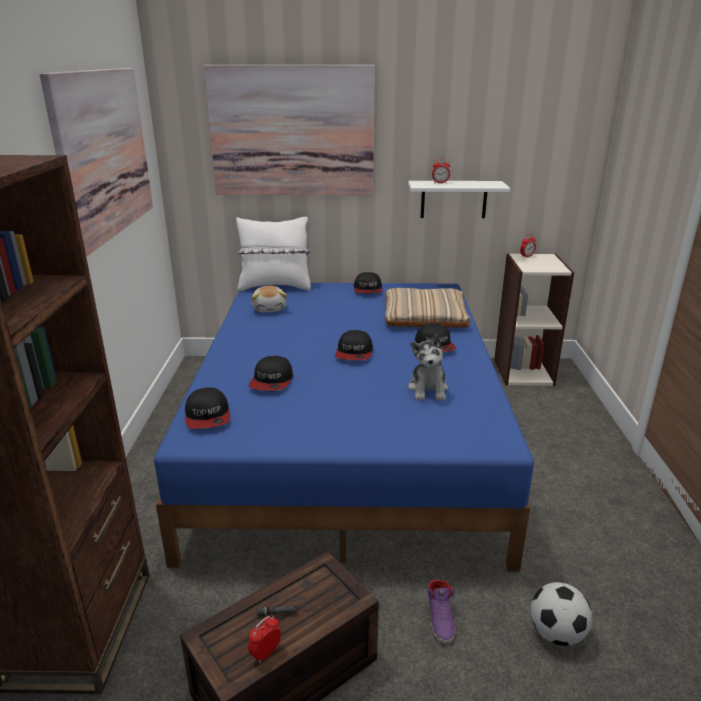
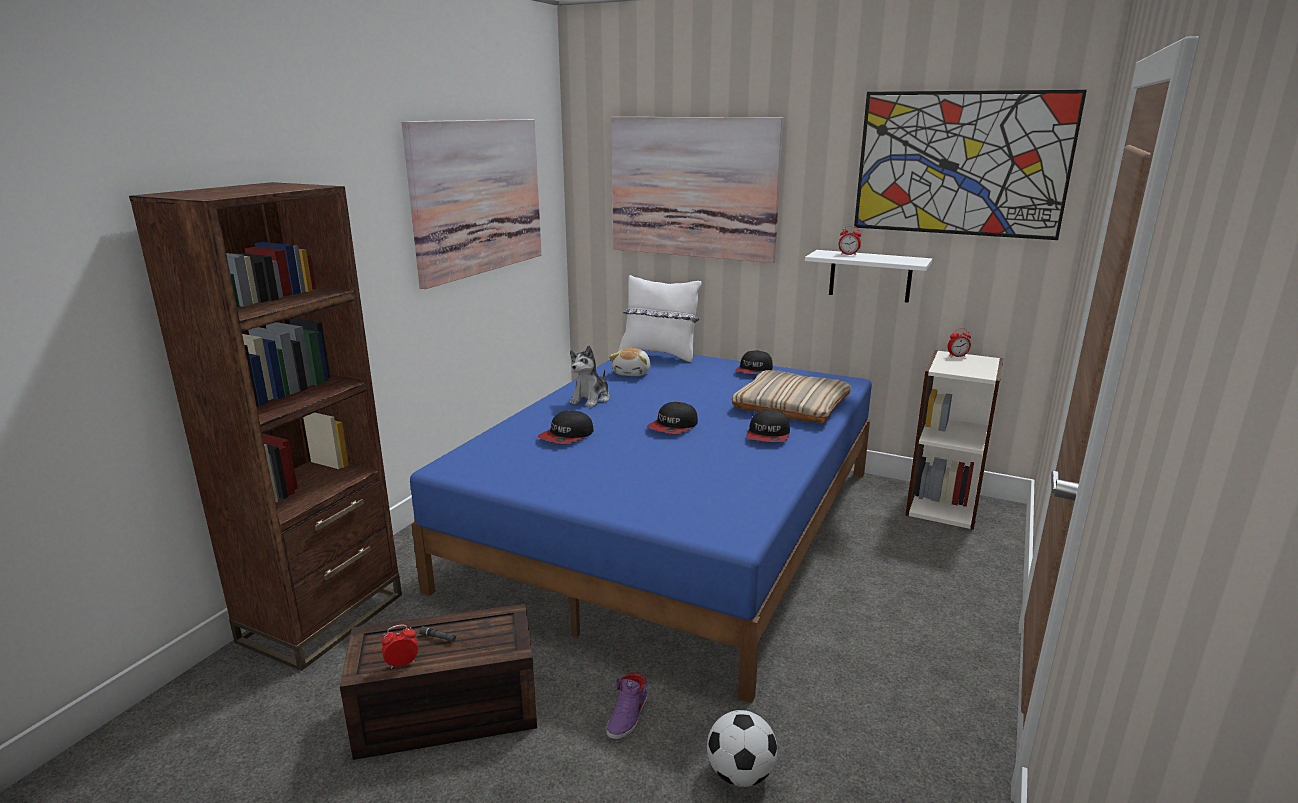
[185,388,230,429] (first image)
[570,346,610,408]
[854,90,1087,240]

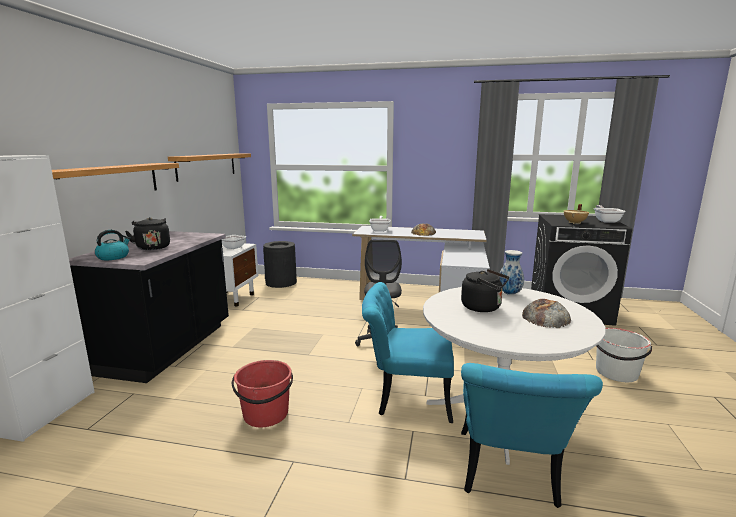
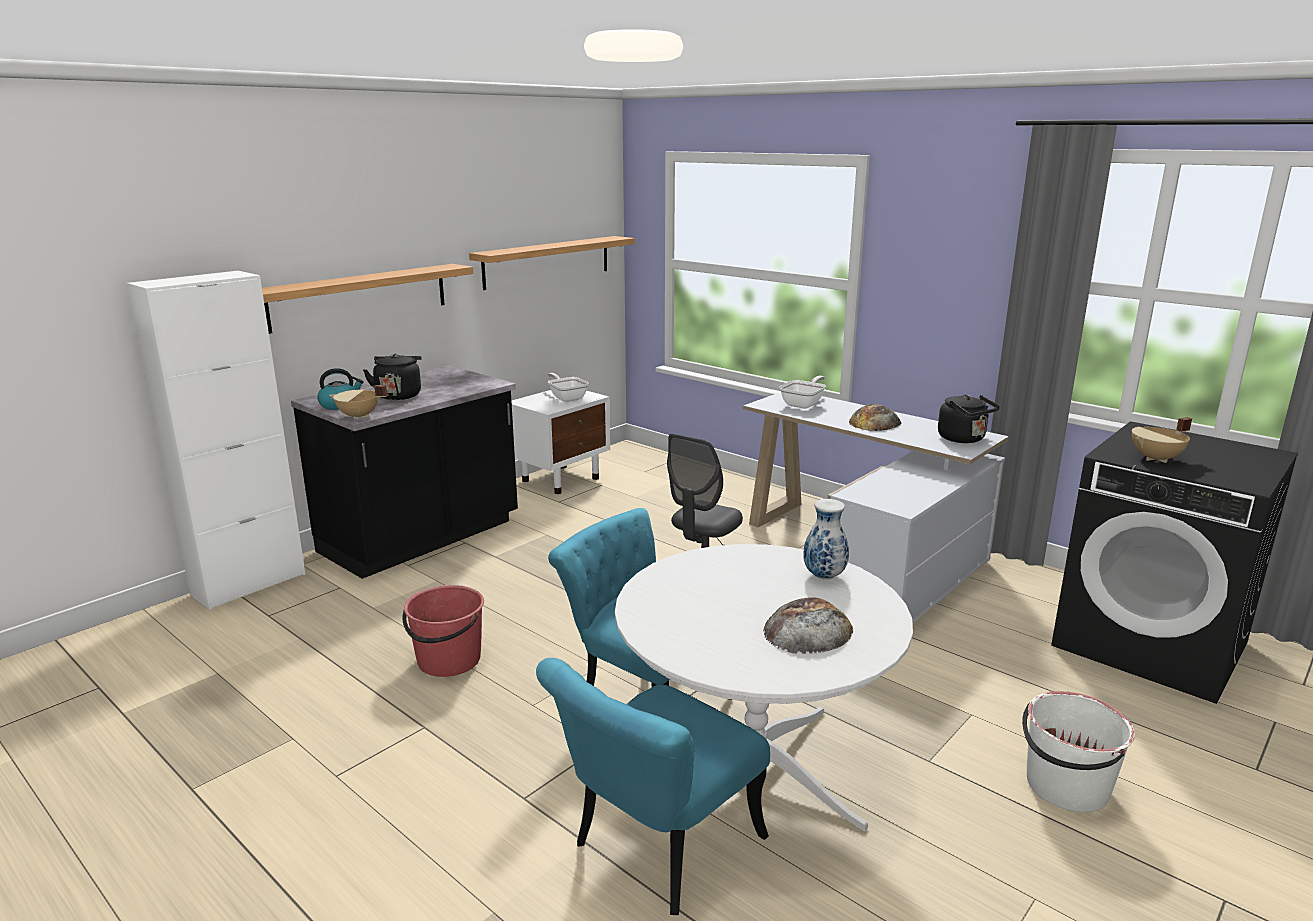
[263,241,297,288] (first image)
[938,395,1000,443]
[594,205,625,223] (first image)
[329,385,388,420]

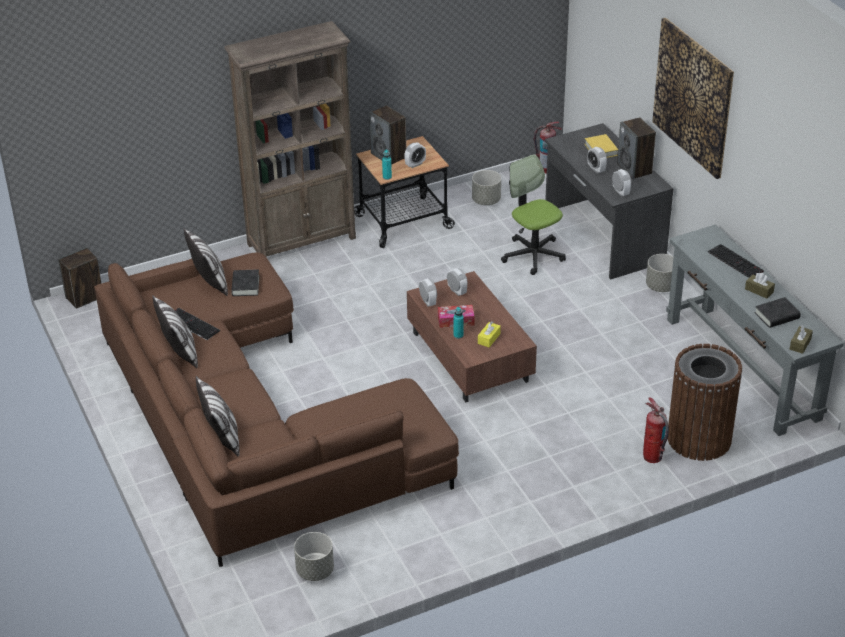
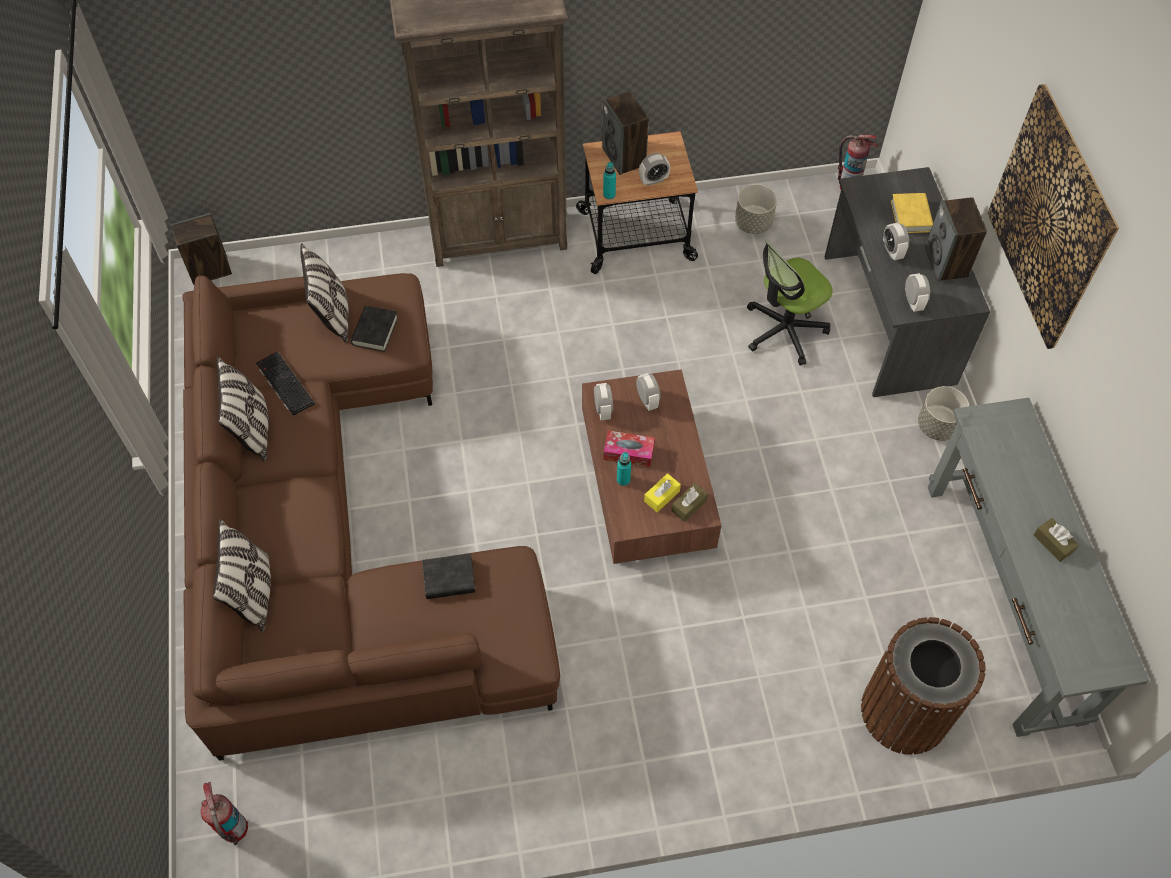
[294,532,334,581] (first image)
[747,241,832,366]
[201,782,248,845]
[708,244,764,278] (first image)
[422,553,476,599]
[671,483,708,522]

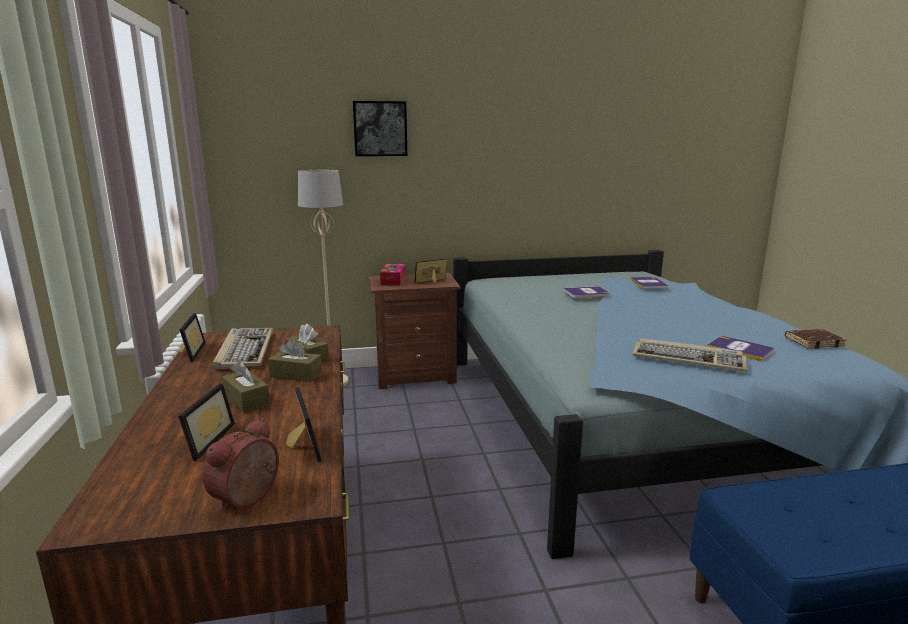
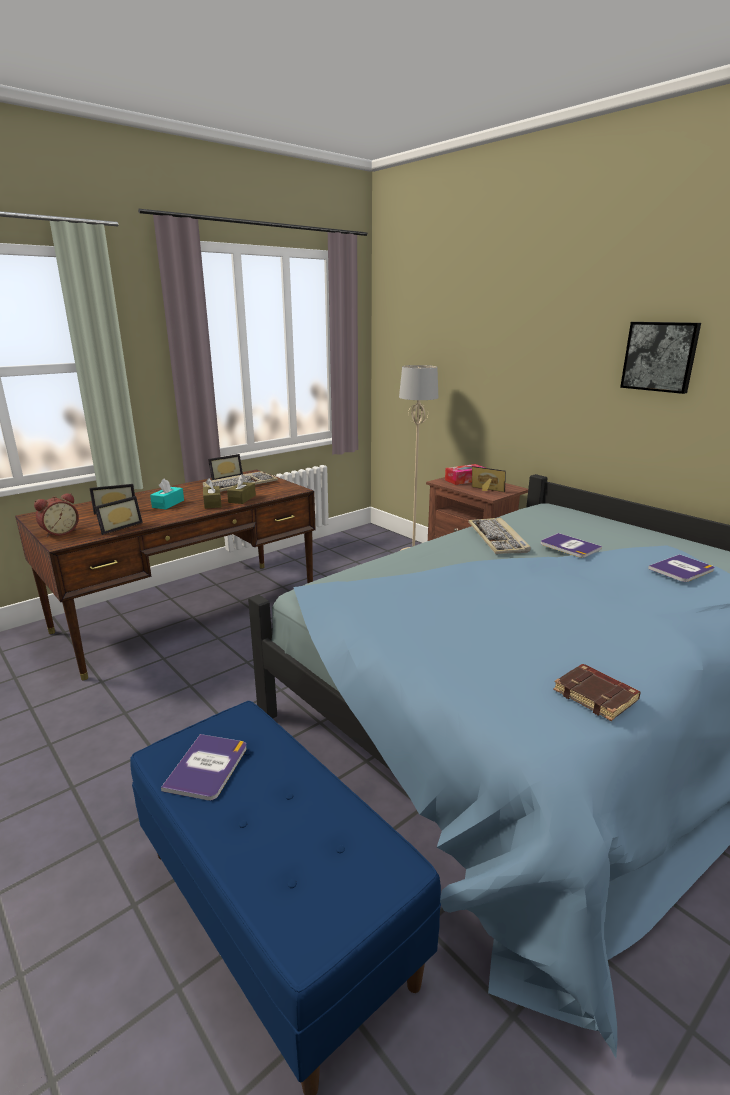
[34,493,79,537]
[150,478,184,510]
[620,322,701,394]
[468,518,531,554]
[161,734,247,801]

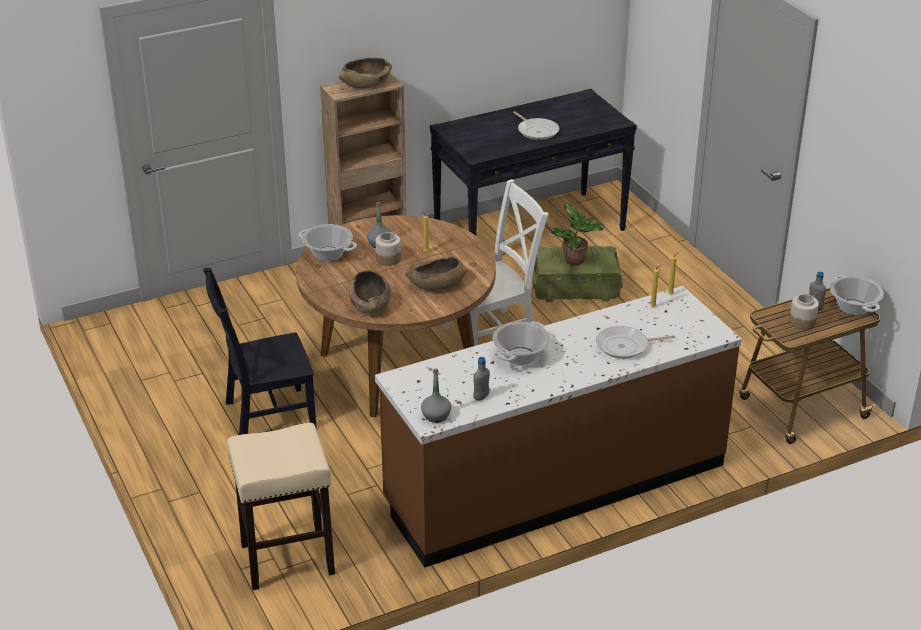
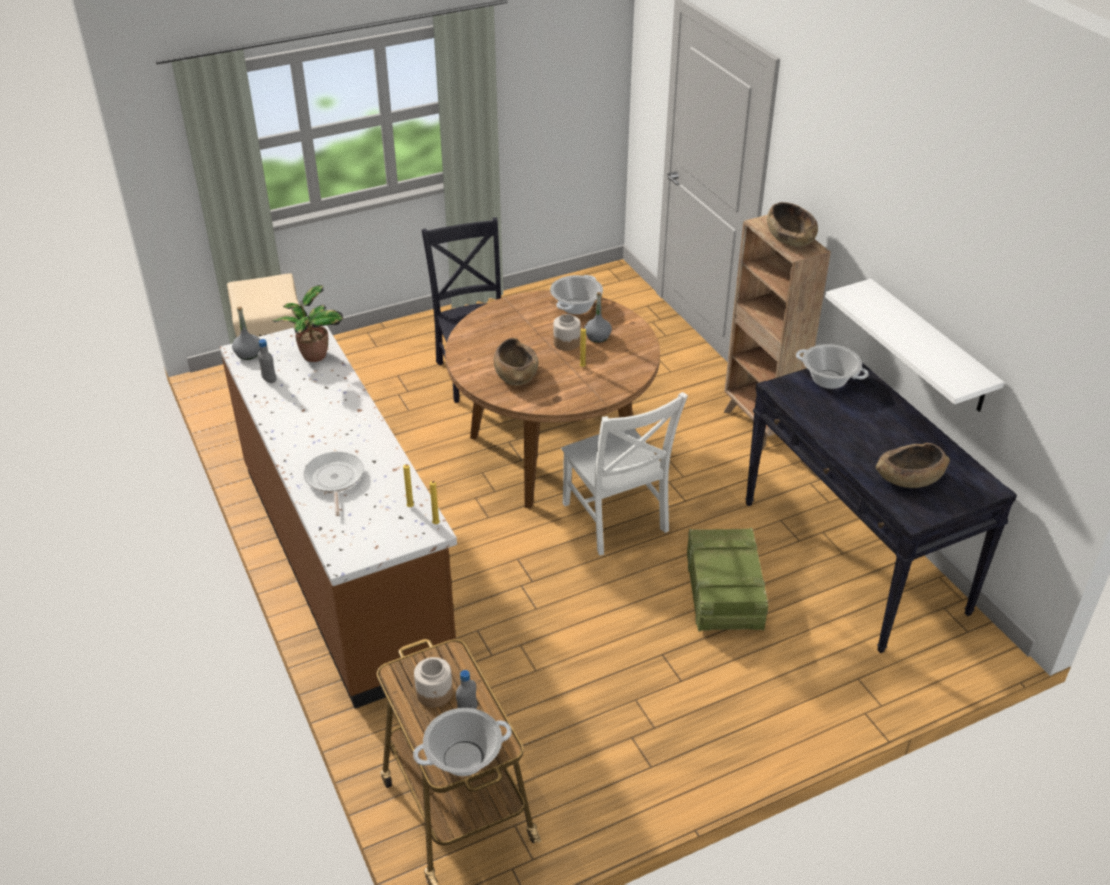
[876,443,950,488]
[796,344,869,389]
[513,111,559,140] (first image)
[272,285,344,362]
[825,279,1004,412]

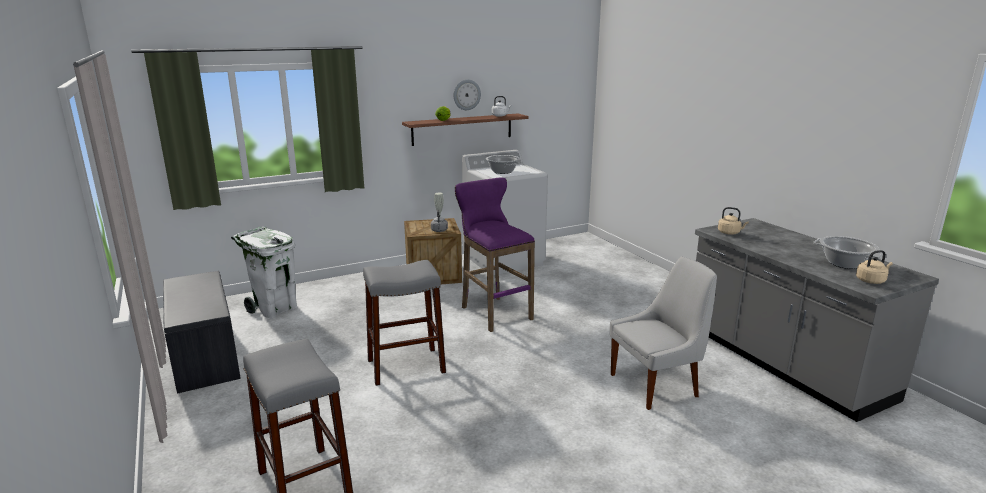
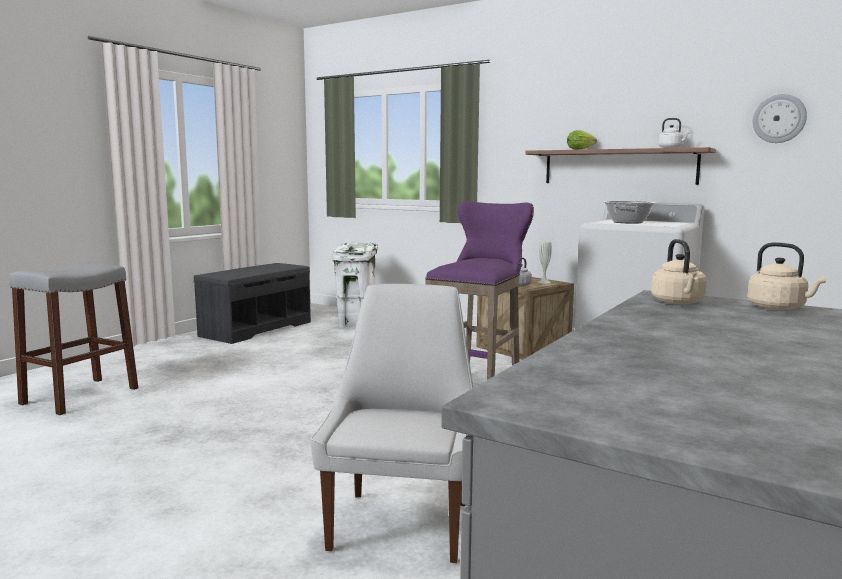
[363,260,446,386] (first image)
[753,94,807,143]
[311,284,473,563]
[813,236,883,269] (first image)
[747,242,827,310]

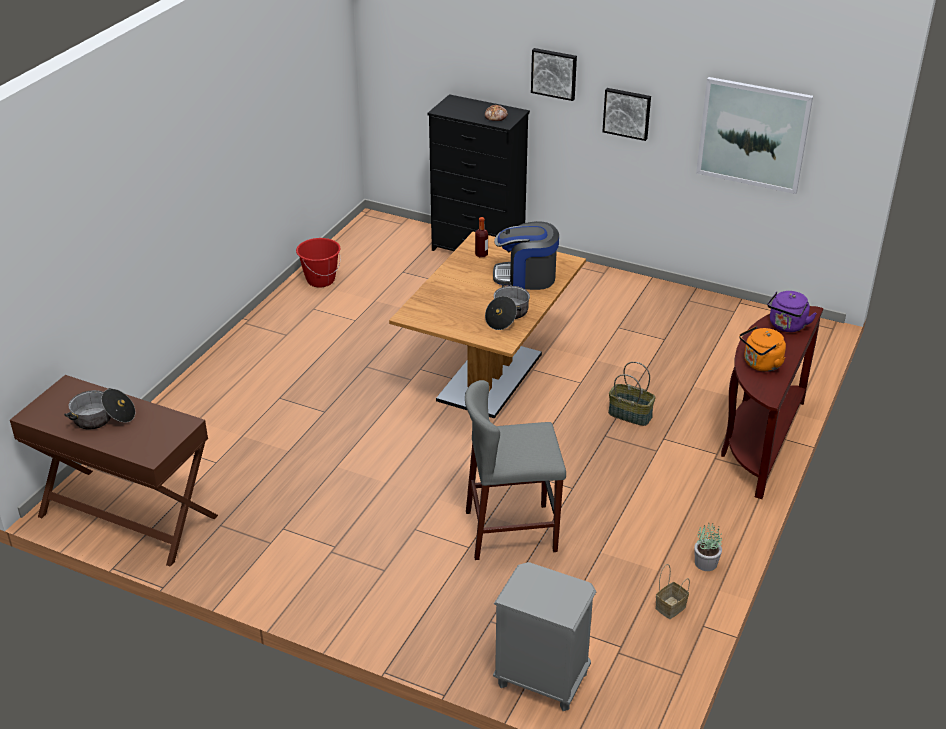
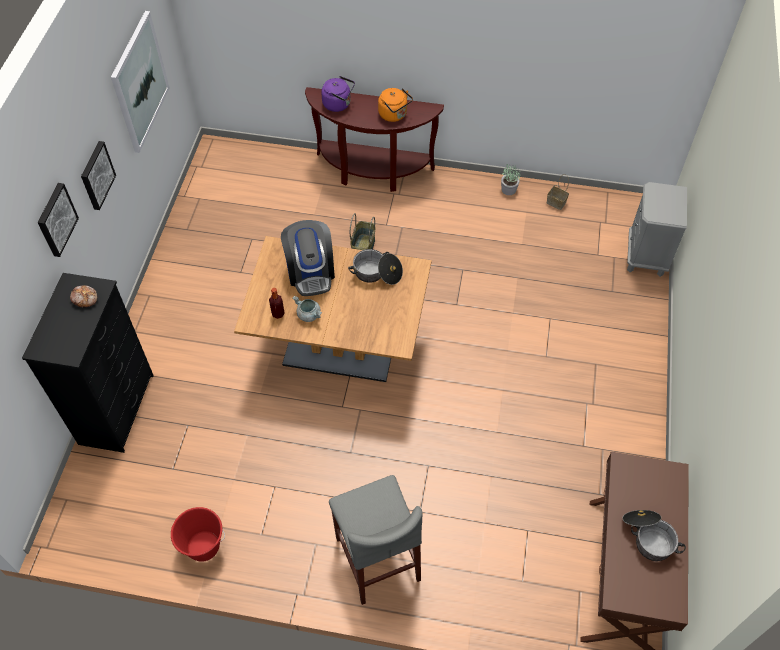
[329,475,422,605]
[292,296,322,322]

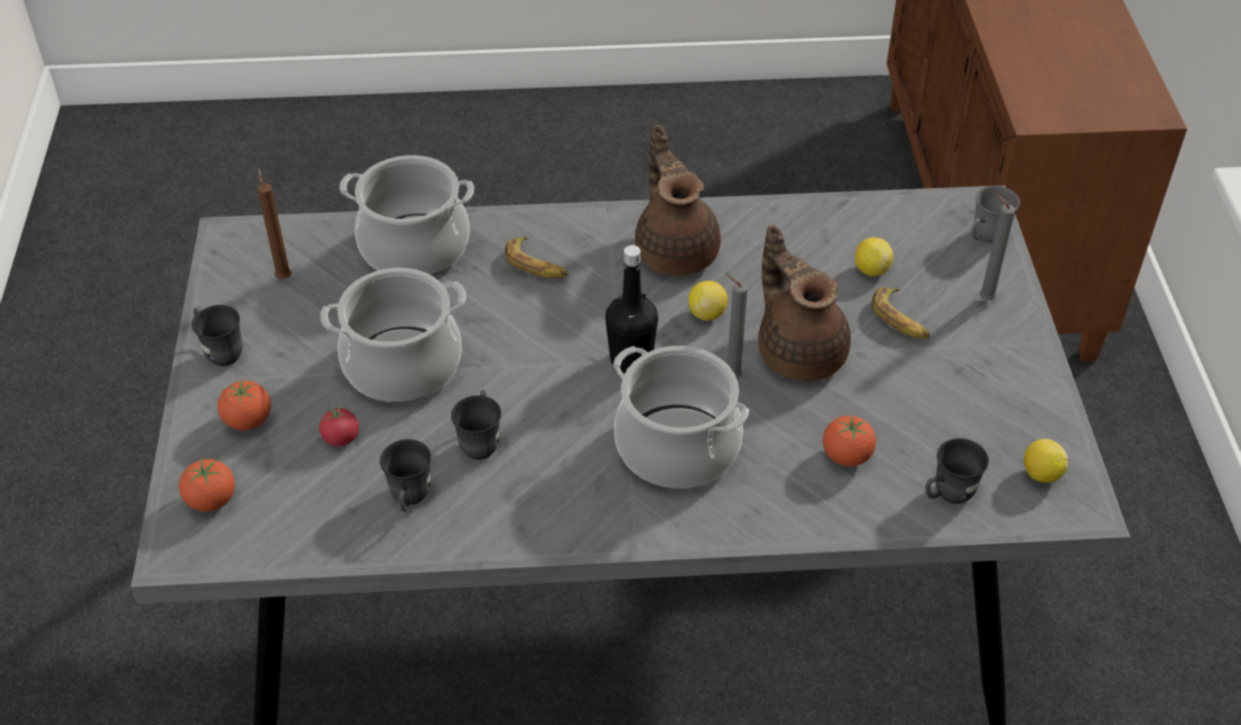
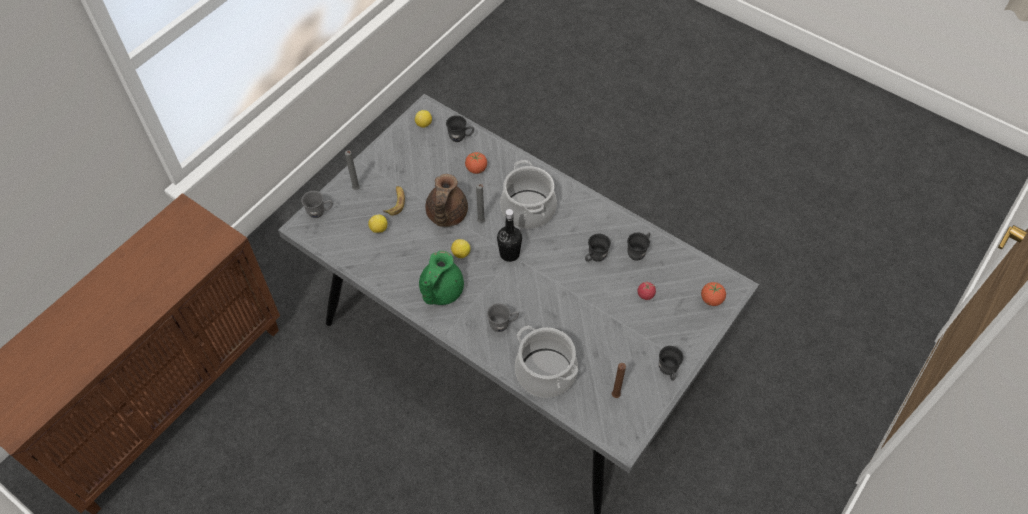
[218,381,271,430] (first image)
[320,268,466,403] (first image)
[487,303,519,332]
[419,251,464,305]

